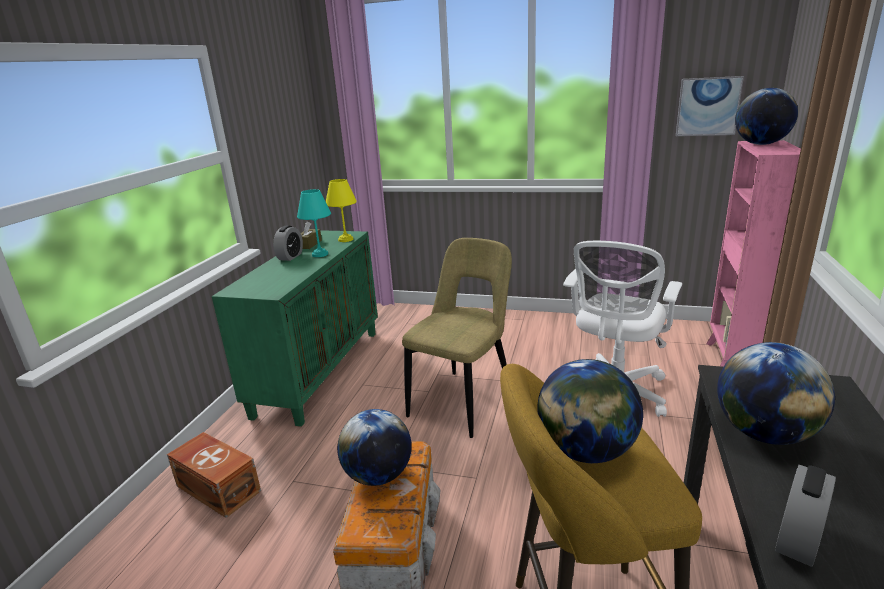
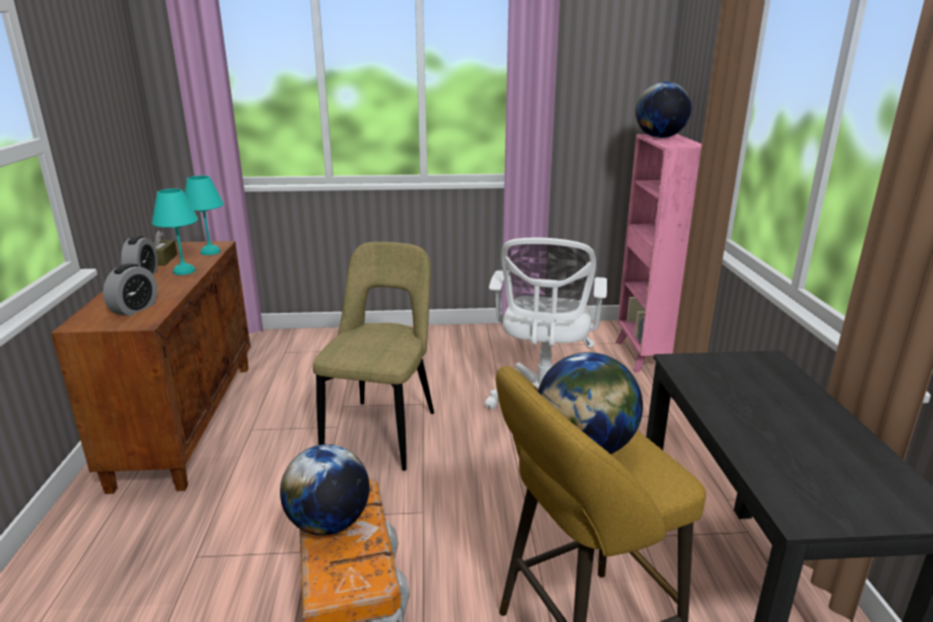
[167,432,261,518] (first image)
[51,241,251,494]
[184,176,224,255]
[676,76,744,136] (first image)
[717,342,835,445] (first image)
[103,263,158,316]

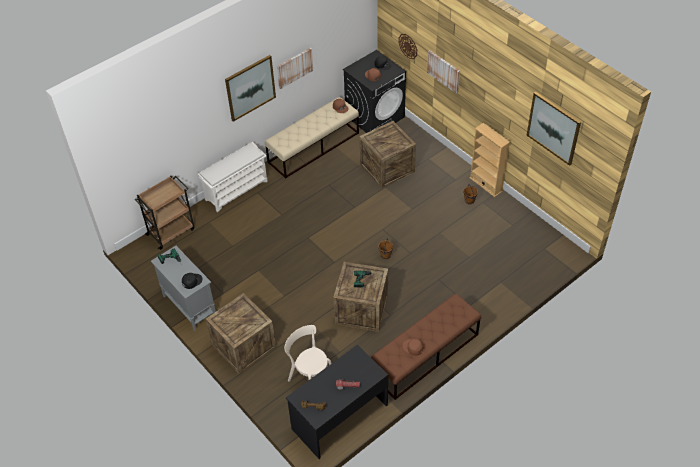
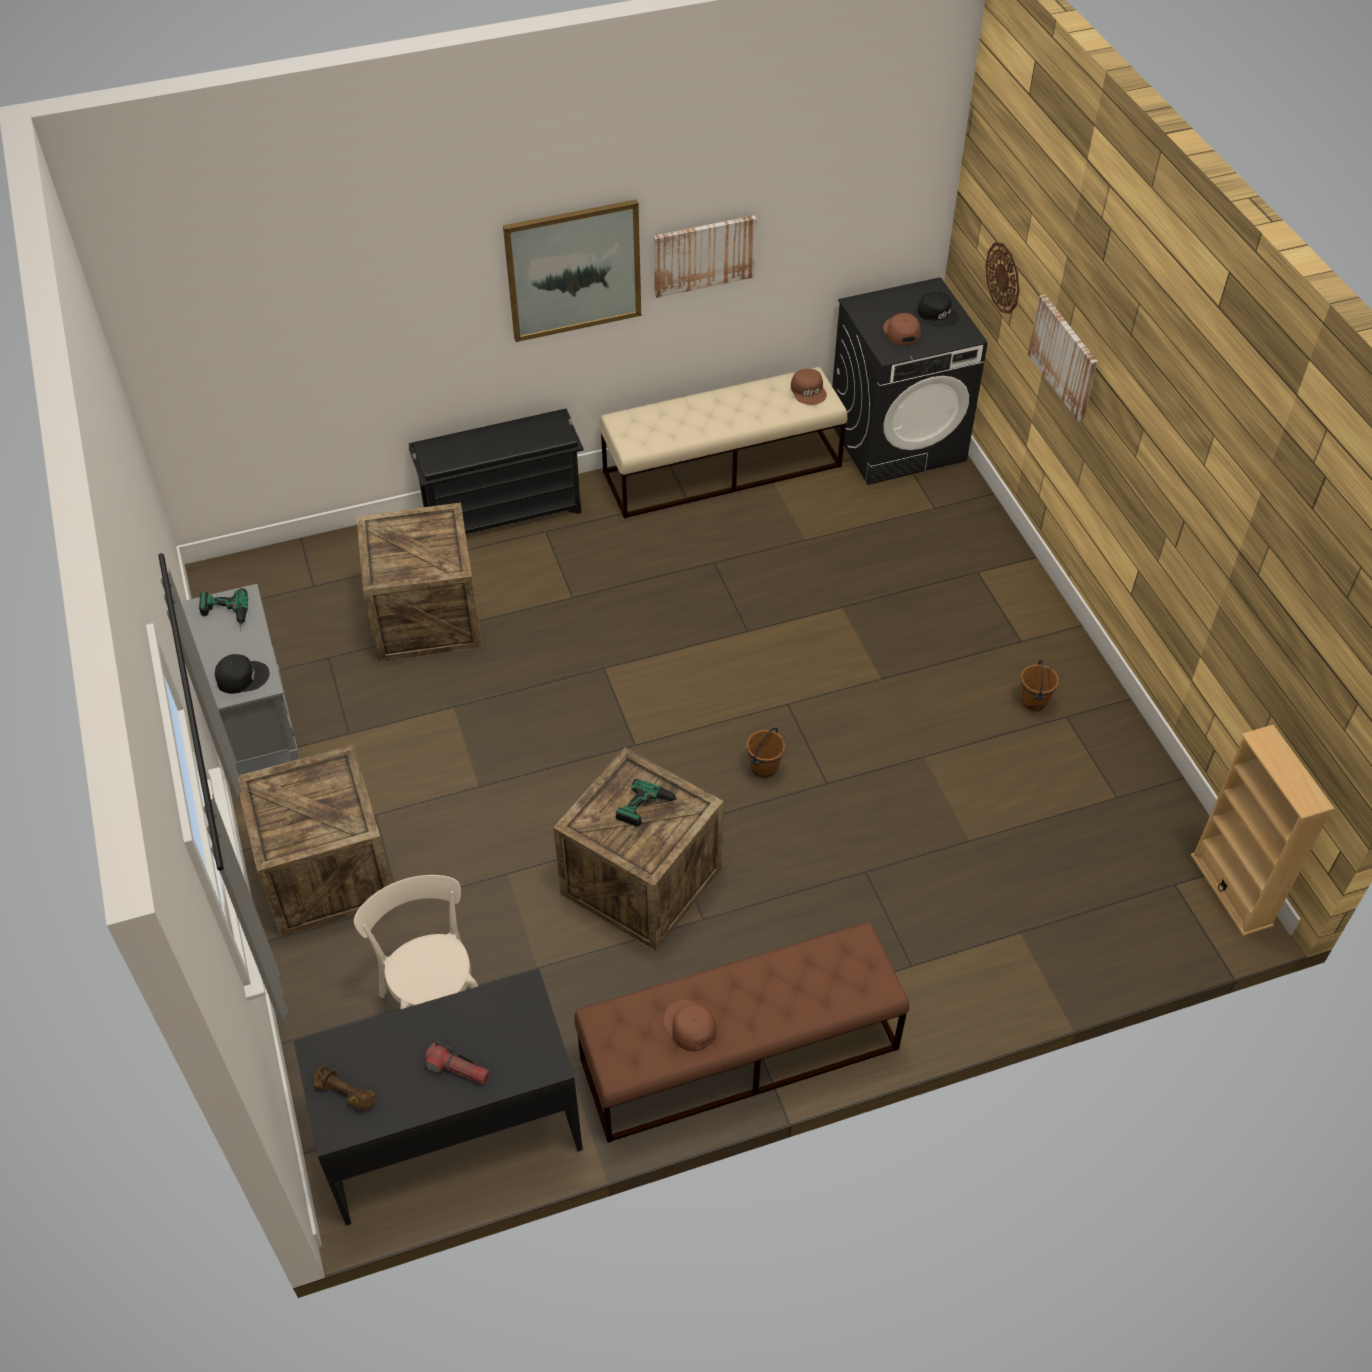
[135,176,194,250] (first image)
[409,408,583,534]
[356,502,483,662]
[1191,725,1335,936]
[526,92,581,166] (first image)

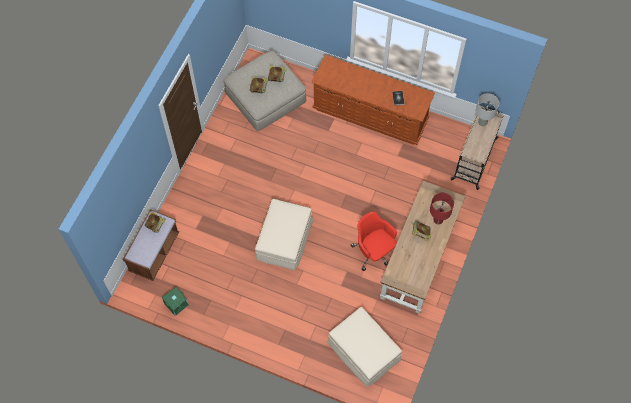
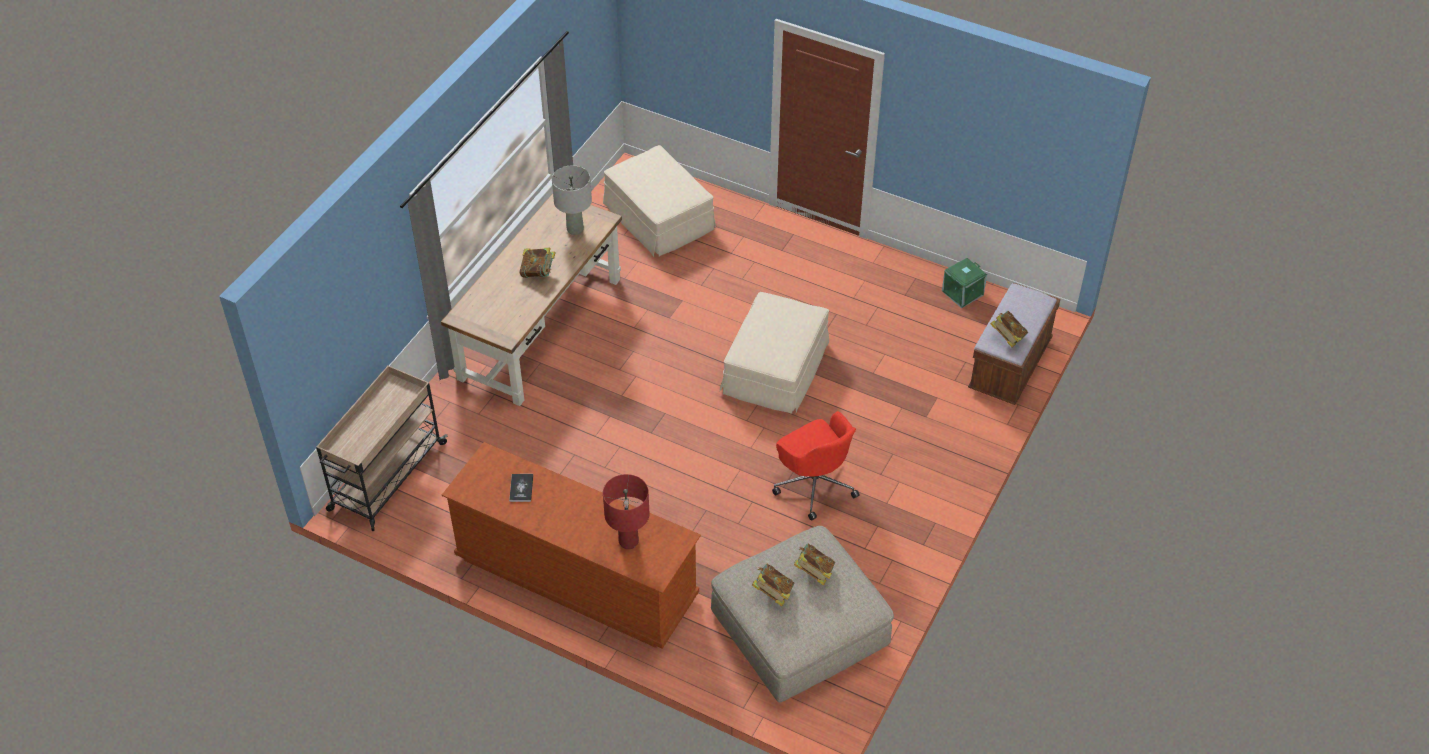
[772,411,859,521]
[603,474,650,549]
[552,165,592,235]

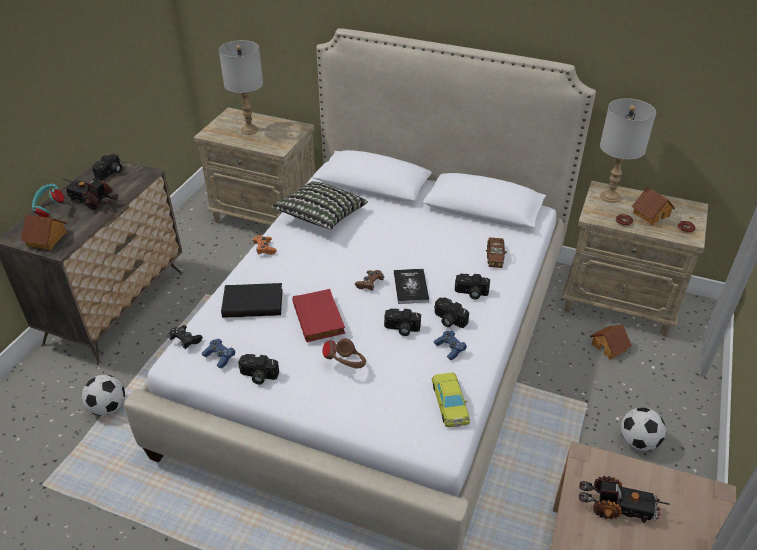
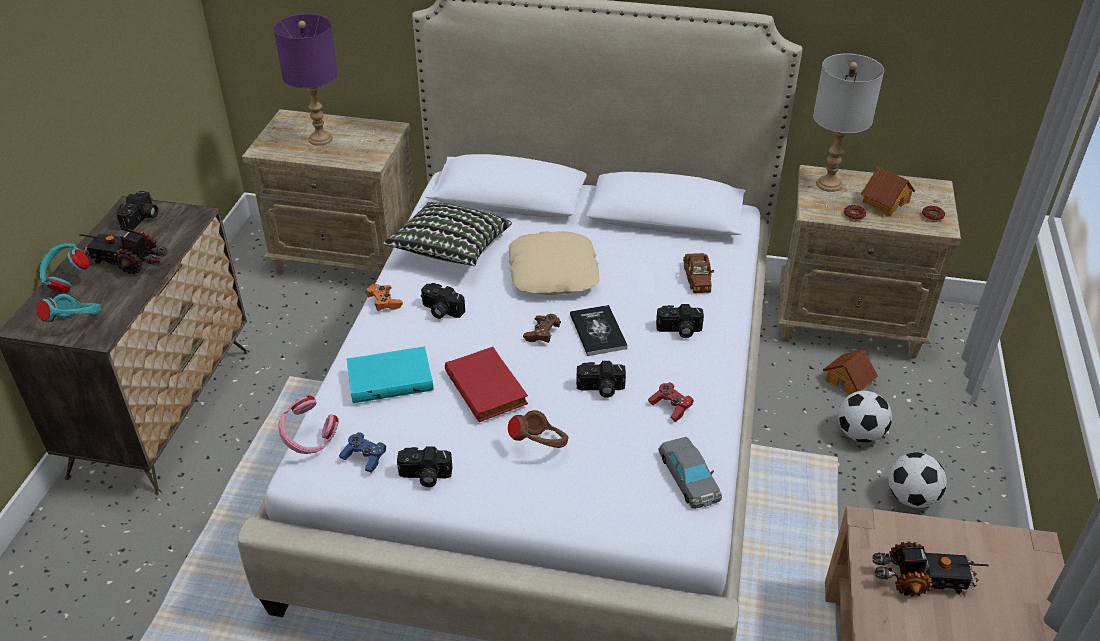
[36,294,101,322]
[838,391,892,443]
[279,395,339,454]
[273,14,338,146]
[346,346,434,403]
[658,437,722,509]
[421,283,465,319]
[648,382,694,422]
[509,231,600,295]

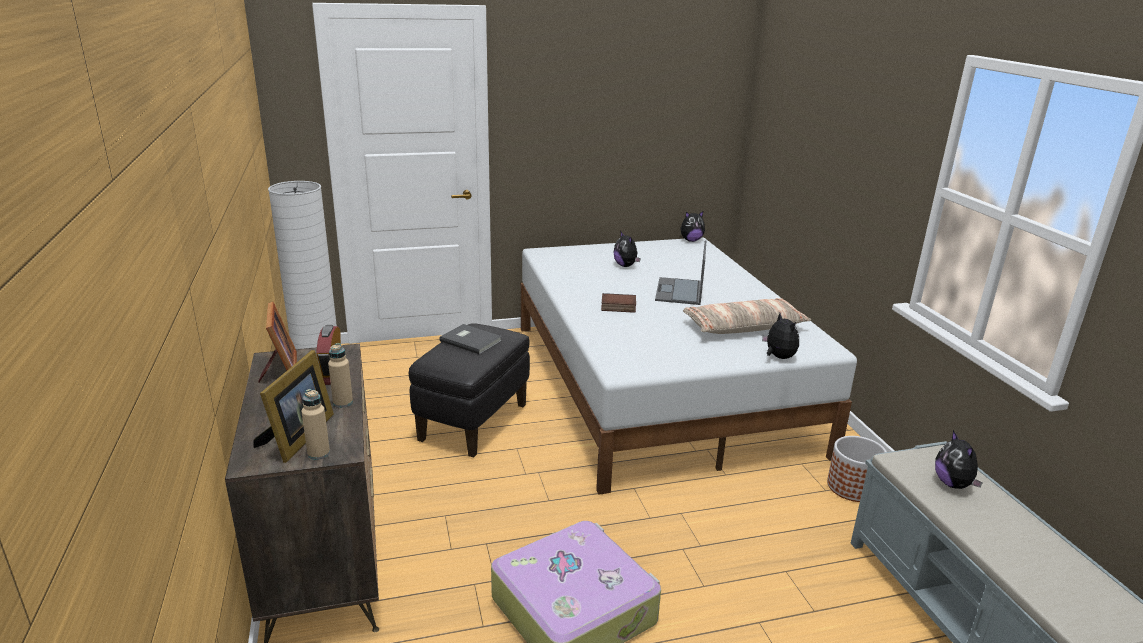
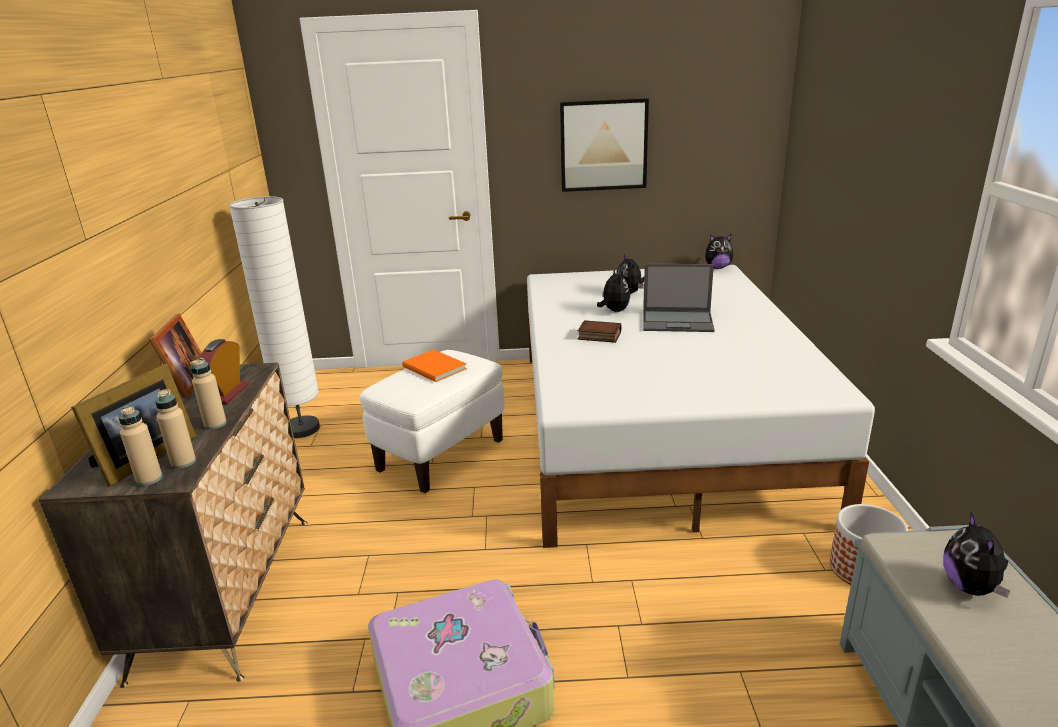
[360,350,504,493]
[402,349,467,382]
[643,264,715,332]
[683,298,811,334] (first image)
[597,269,630,312]
[155,389,196,469]
[560,98,649,192]

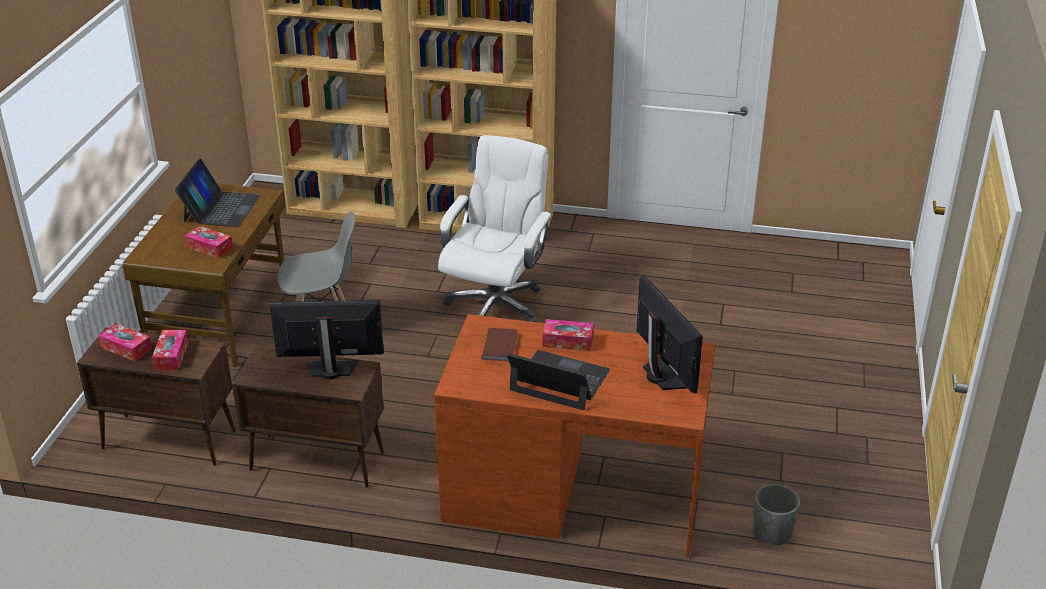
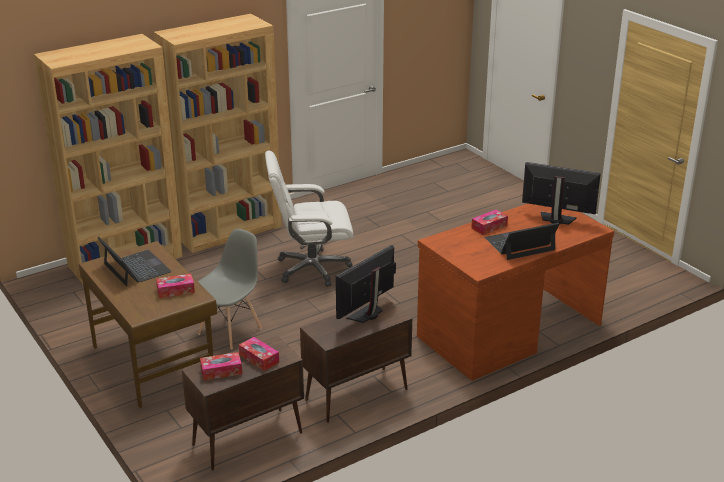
[265,150,354,287]
[481,328,518,361] (first image)
[753,484,800,545] (first image)

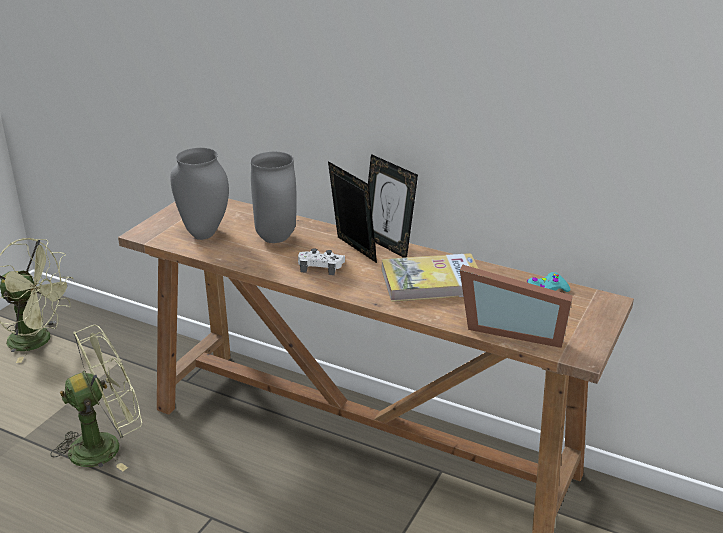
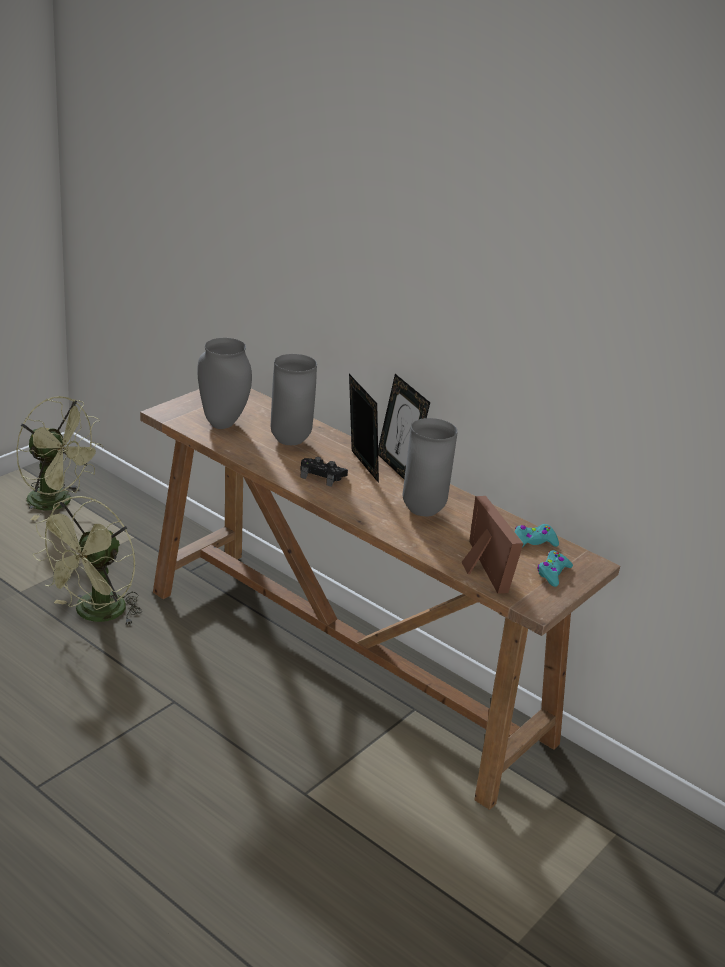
[33,496,142,626]
[300,457,348,487]
[403,418,458,516]
[462,496,524,594]
[537,550,573,587]

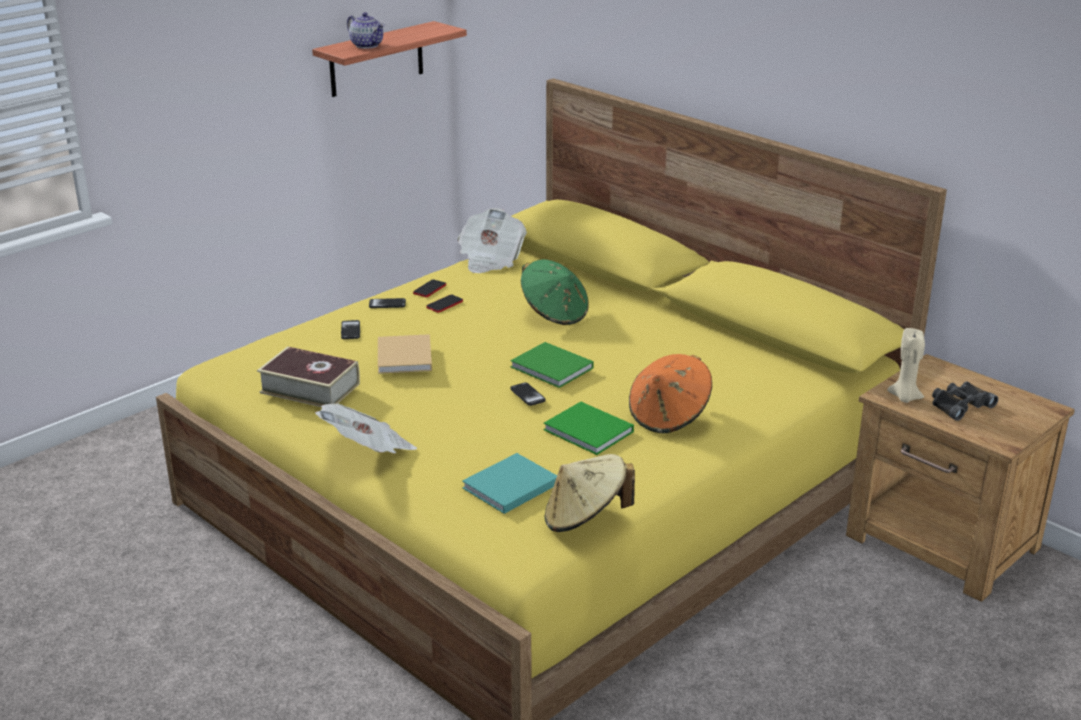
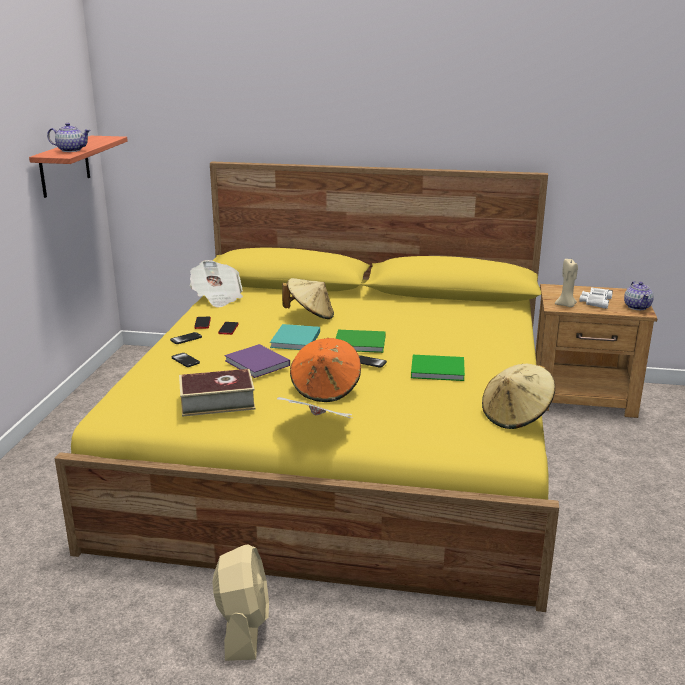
[224,344,290,378]
[270,324,320,350]
[282,278,334,319]
[290,338,361,402]
[579,287,613,309]
[212,545,269,661]
[624,281,654,310]

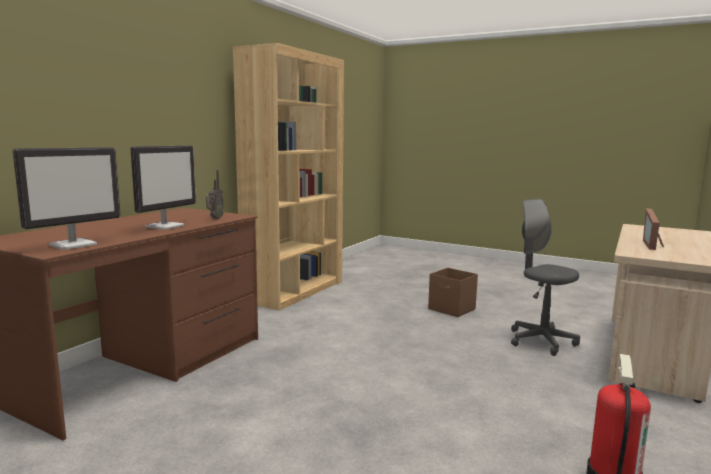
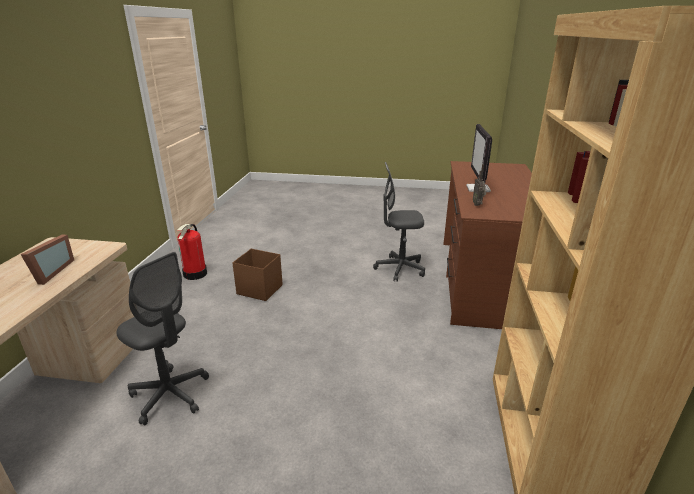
[13,147,121,250] (first image)
[232,249,283,301]
[373,162,425,281]

